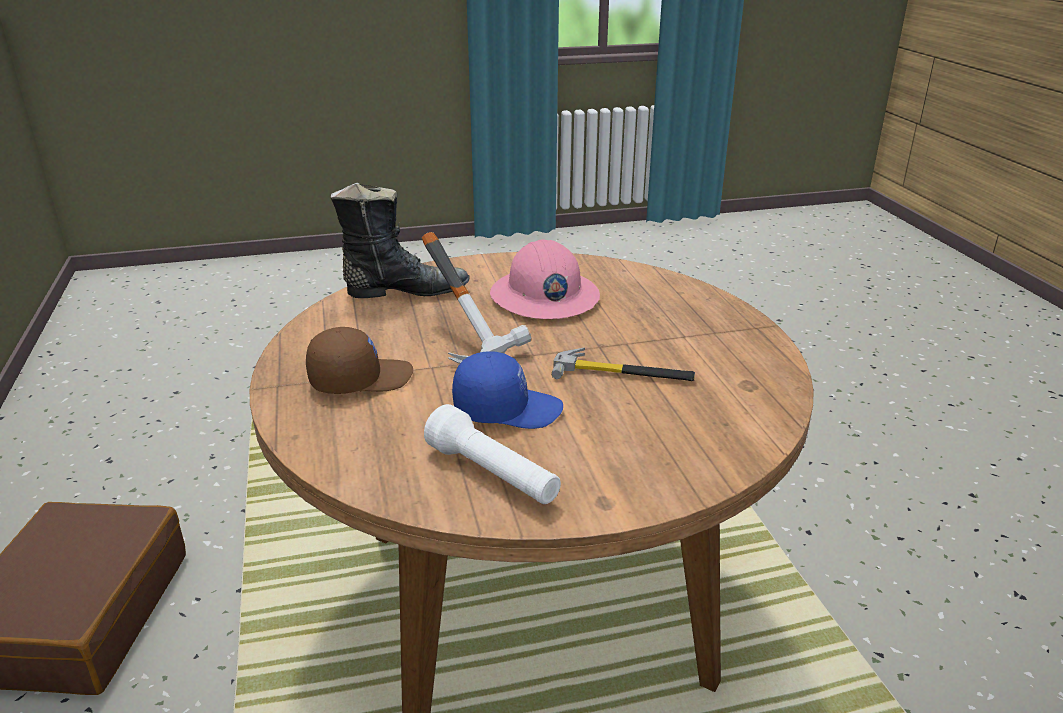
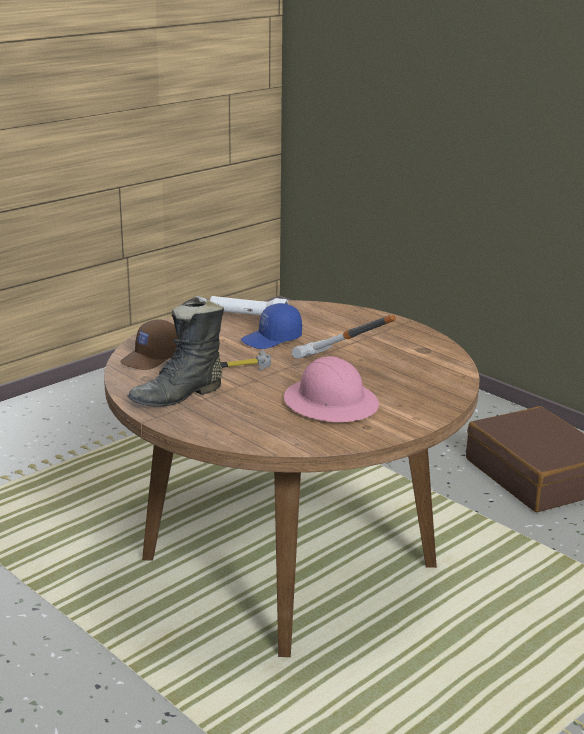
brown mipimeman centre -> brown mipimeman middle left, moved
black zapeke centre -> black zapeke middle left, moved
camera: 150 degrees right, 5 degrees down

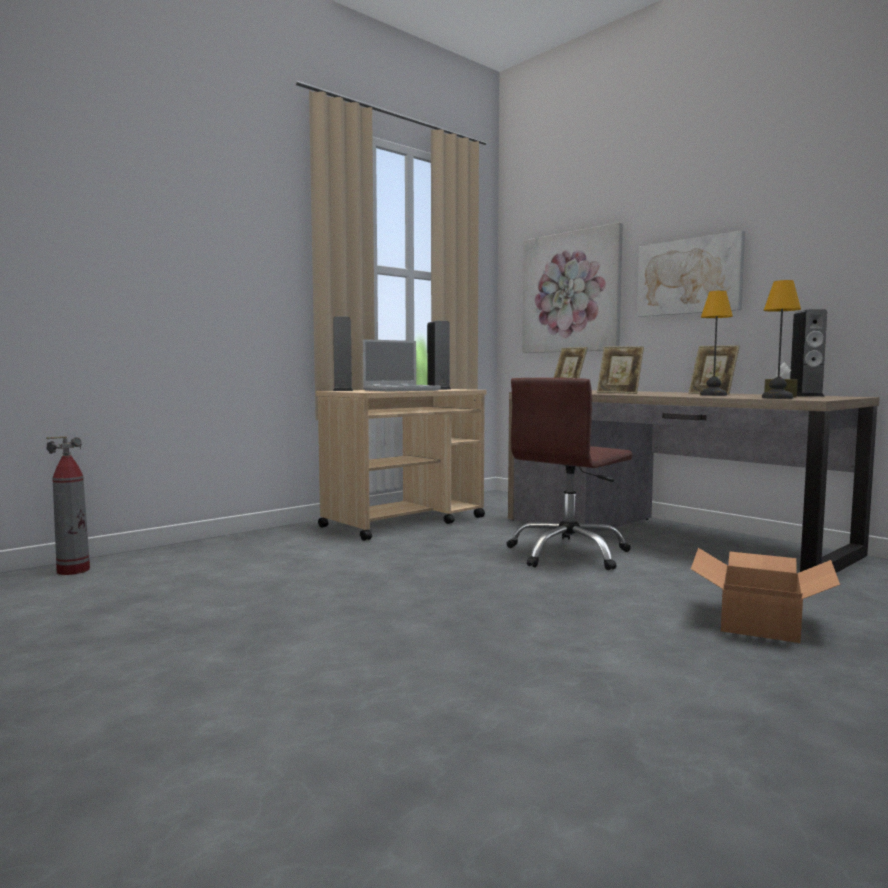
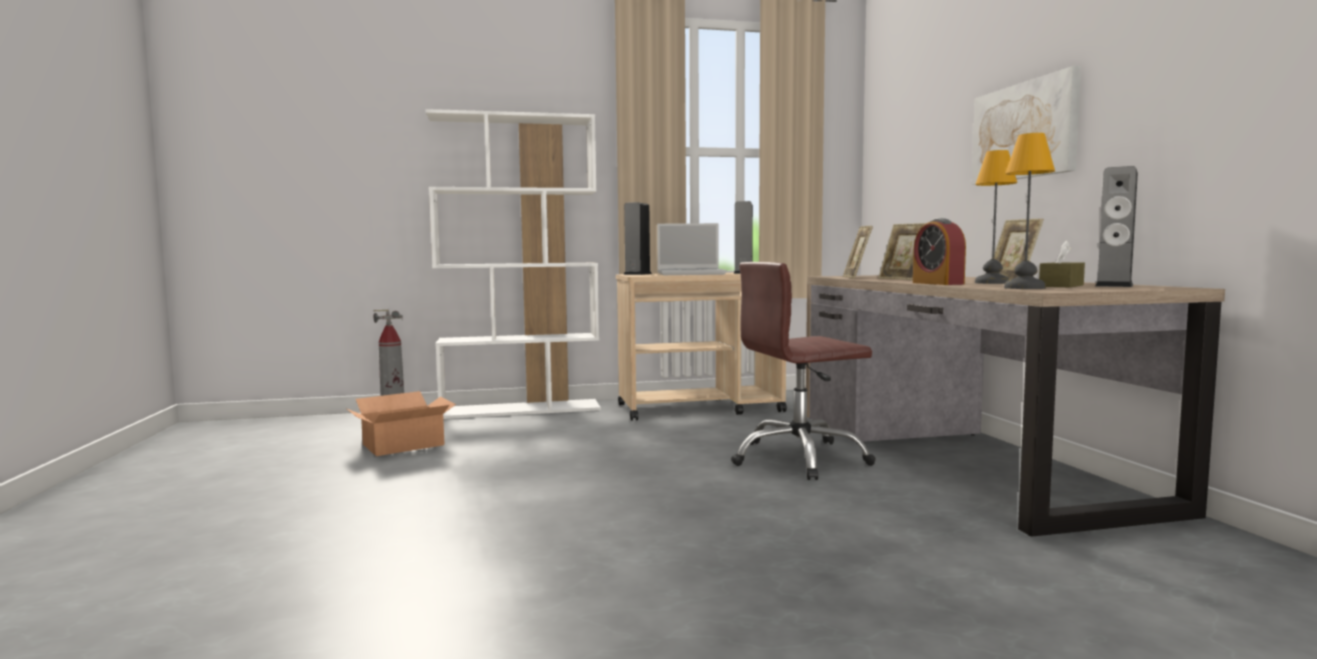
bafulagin bottom right -> bafulagin middle left, moved
none -> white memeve centre
none -> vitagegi middle right
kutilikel (1st from left) top centre -> none
camera: 30 degrees right, 0 degrees up

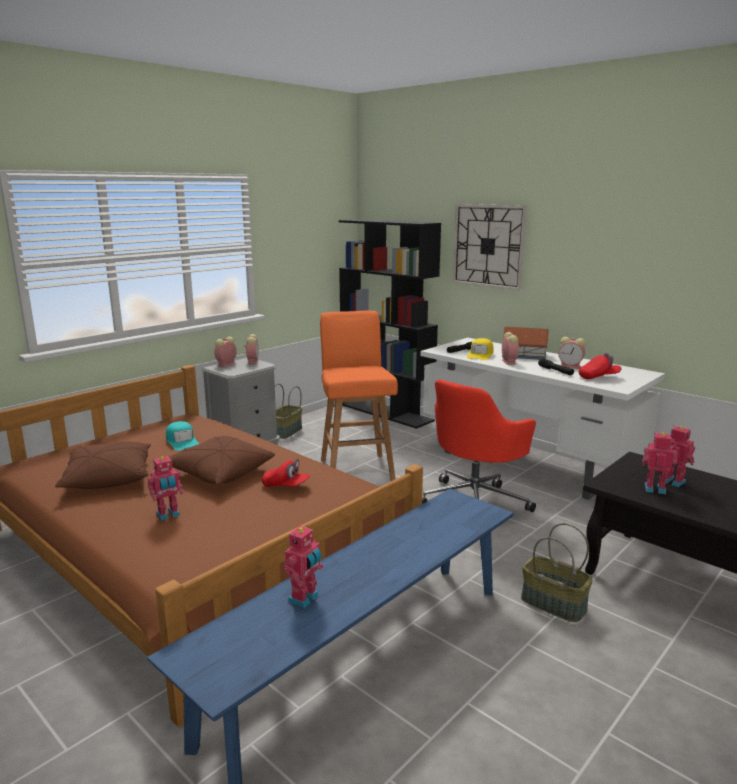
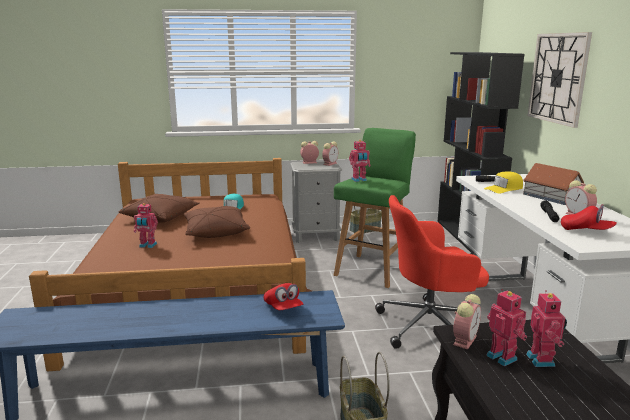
red mipimeman (1st from left) centre -> red mipimeman (1st from left) bottom centre, moved
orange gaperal centre -> green gaperal centre
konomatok (2nd from left) bottom centre -> konomatok (2nd from left) centre, moved
vitagegi (3rd from left) middle right -> vitagegi (3rd from left) bottom right, moved
camera: 40 degrees right, 0 degrees up

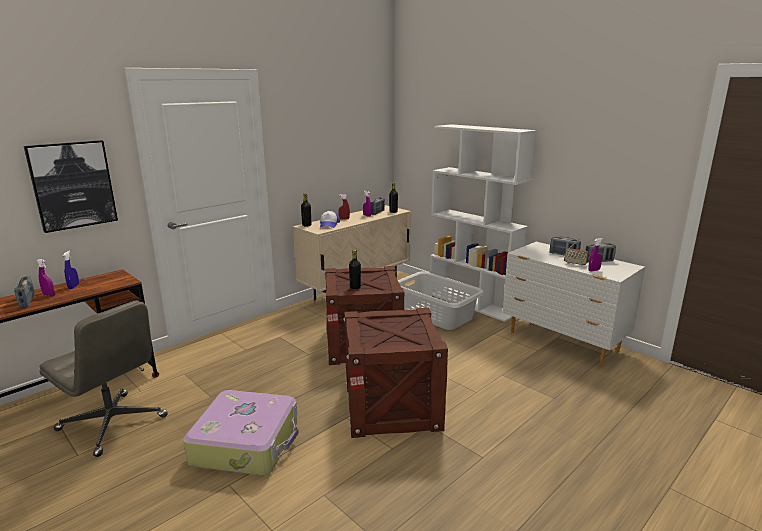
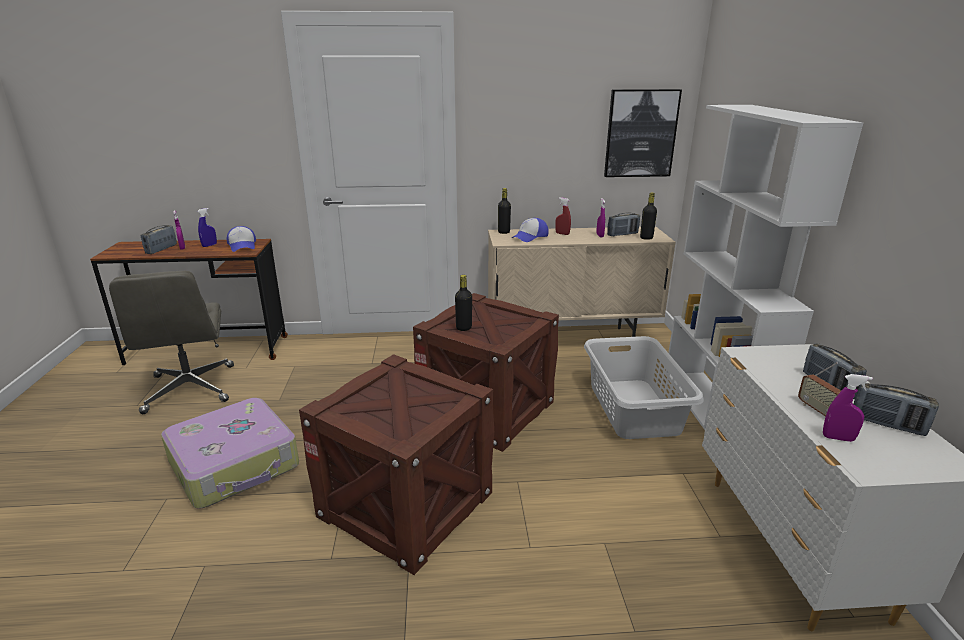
none -> mipimeman (1st from left) middle left
kutilikel middle left -> kutilikel top right, moved
camera: 40 degrees right, 5 degrees up

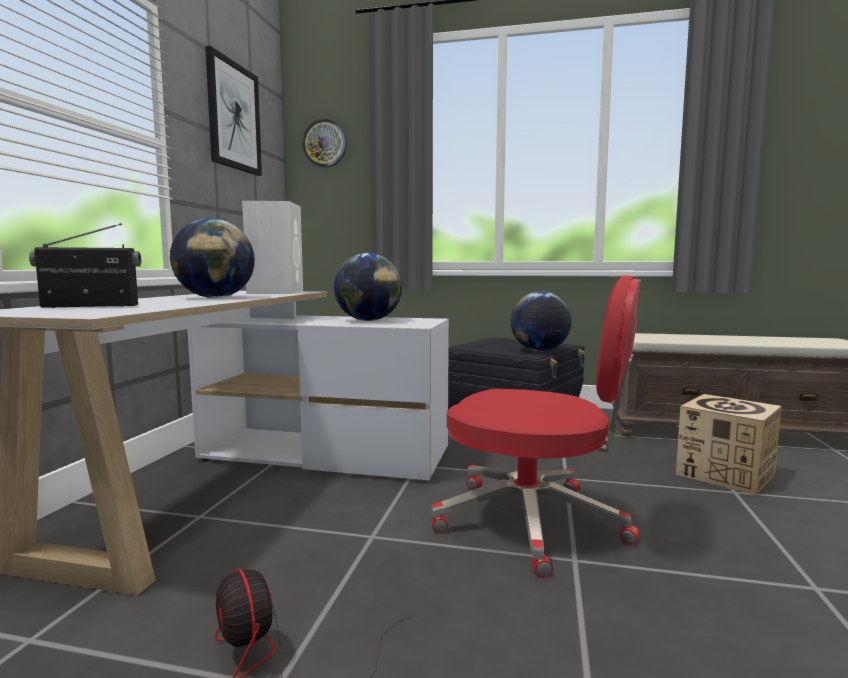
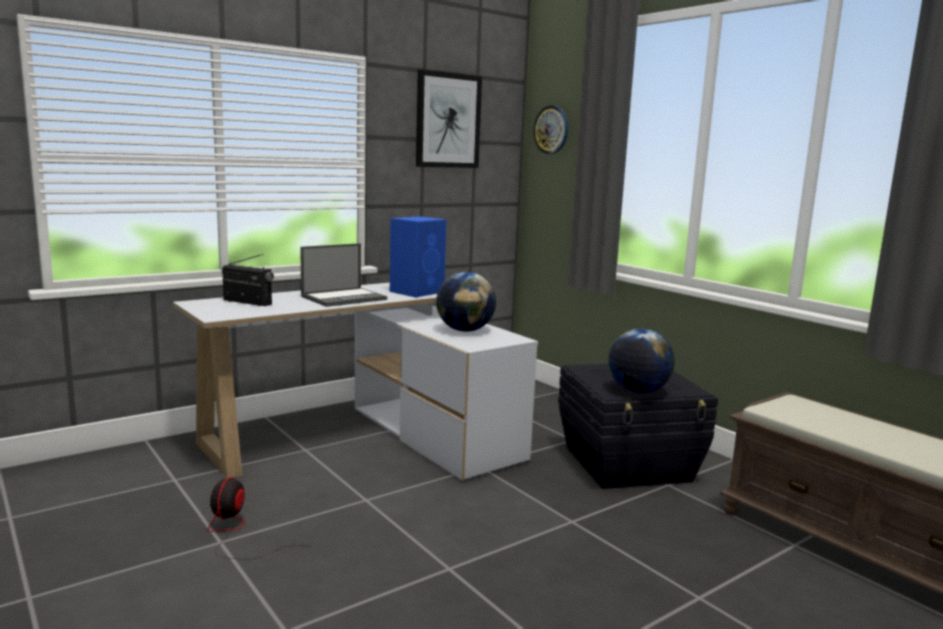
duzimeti (1st from left) middle left -> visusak centre
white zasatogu middle left -> blue zasatogu centre
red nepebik centre -> none
bafulagin middle right -> none
camera: 40 degrees right, 5 degrees up

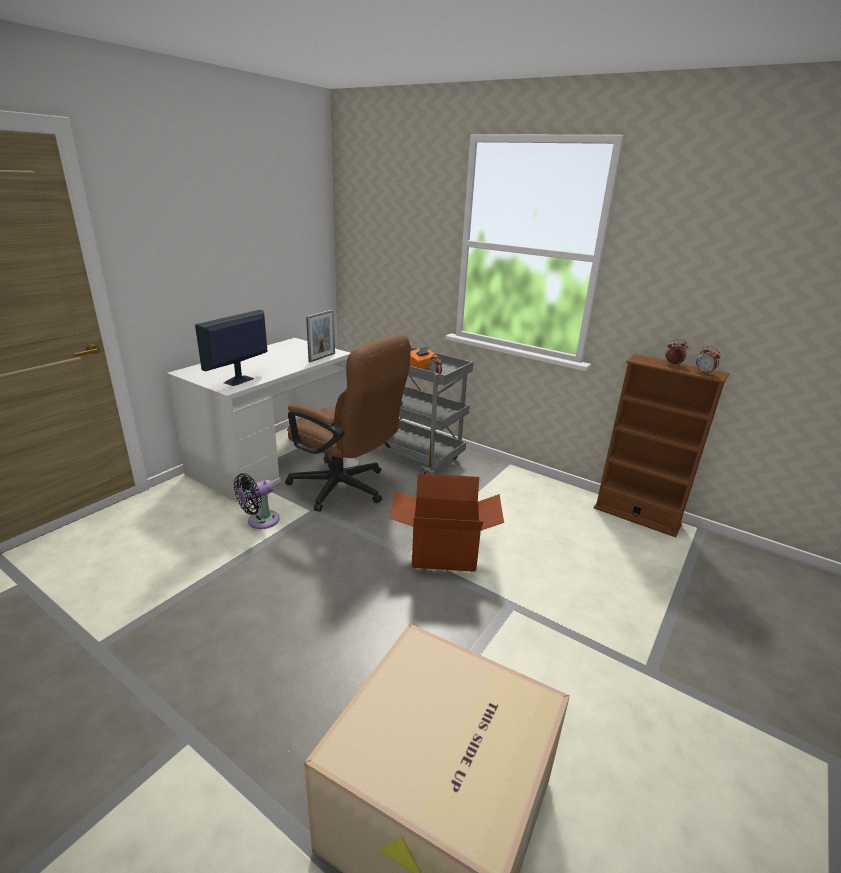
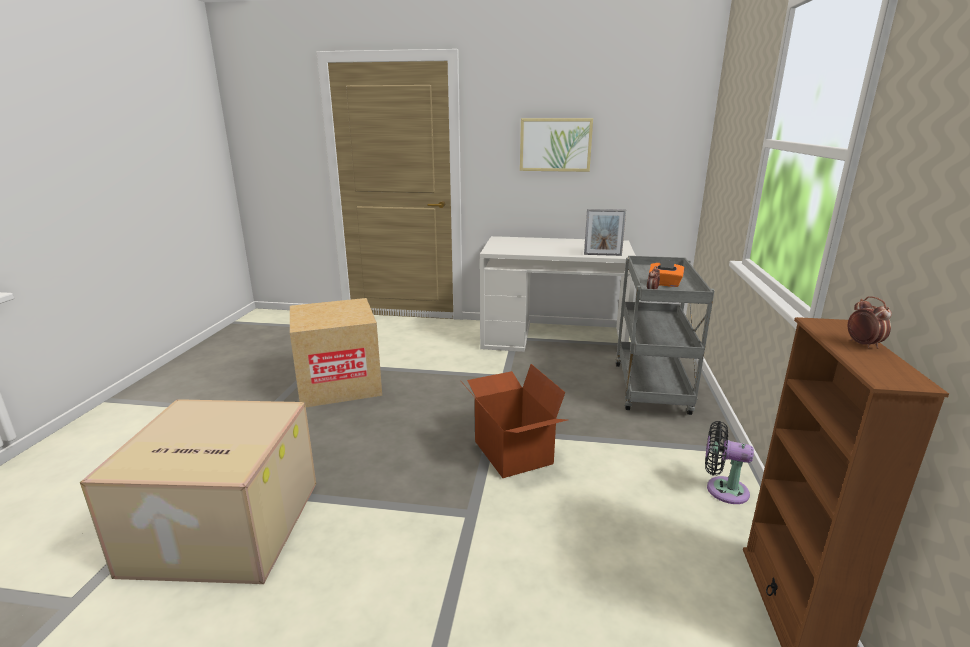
none -> bafulagin (2nd from left) centre
none -> kutilikel top centre
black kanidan middle left -> black kanidan bottom right, moved
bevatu middle left -> none
brown nepebik centre -> none
vitagegi (3rd from left) middle right -> none
camera: 65 degrees right, 5 degrees down

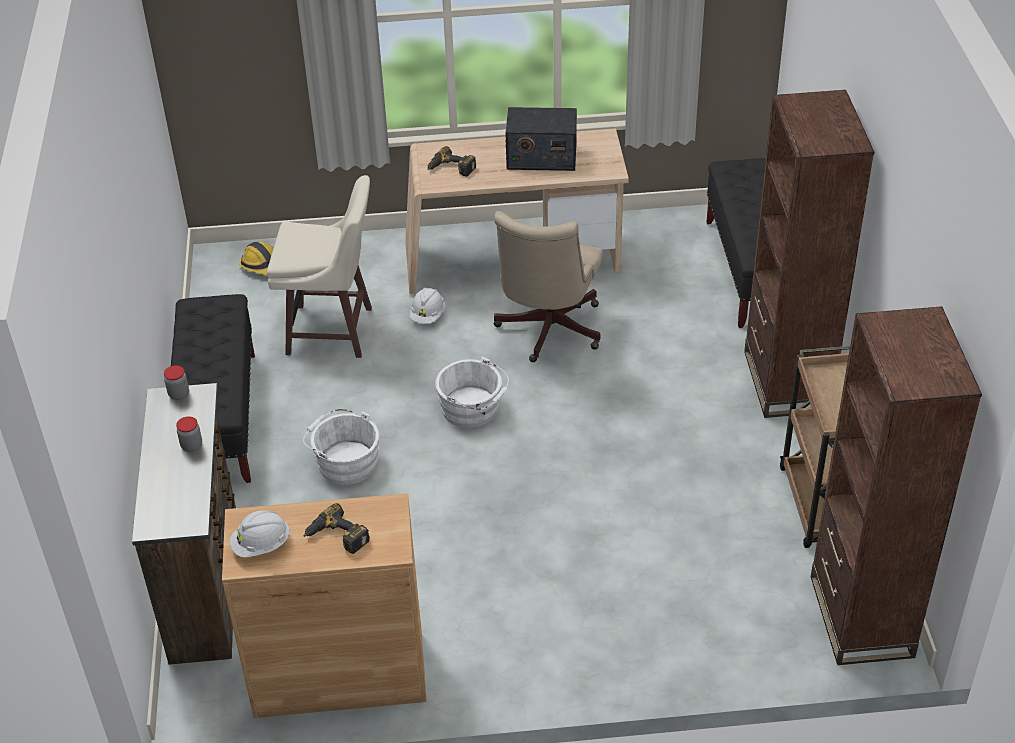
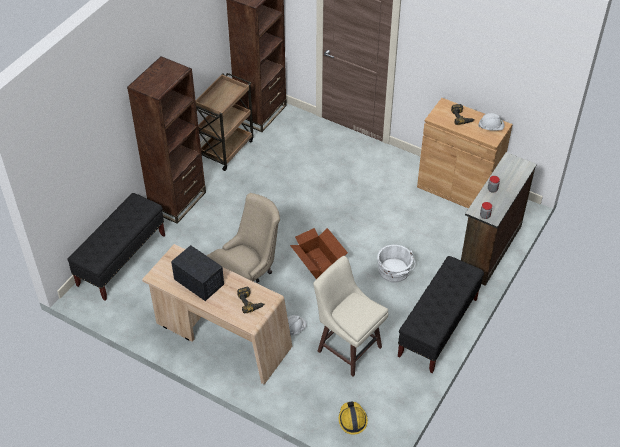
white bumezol (2nd from left) centre -> bafulagin centre
camera: 145 degrees left, 5 degrees up

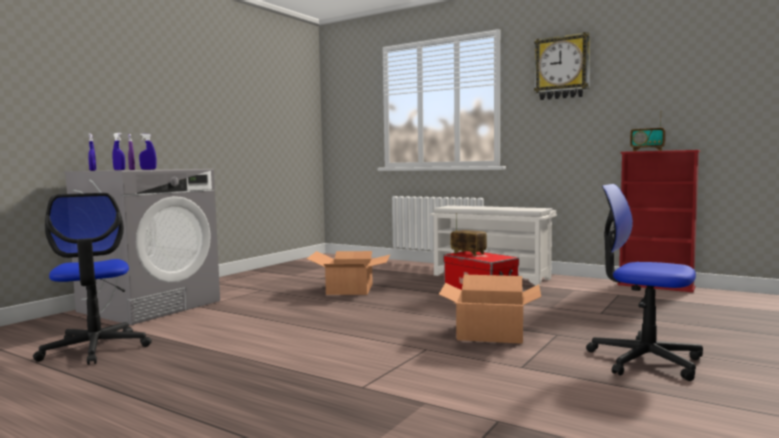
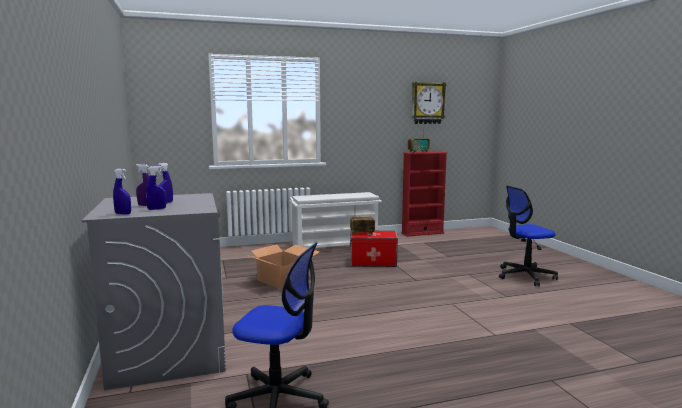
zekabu top right -> zekabu top centre, moved
bafulagin (2nd from left) bottom centre -> none
camera: 50 degrees left, 5 degrees up

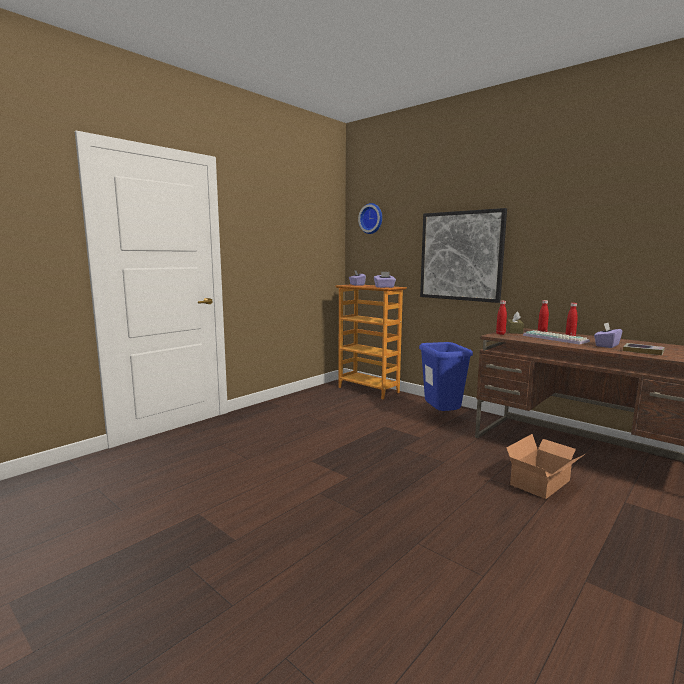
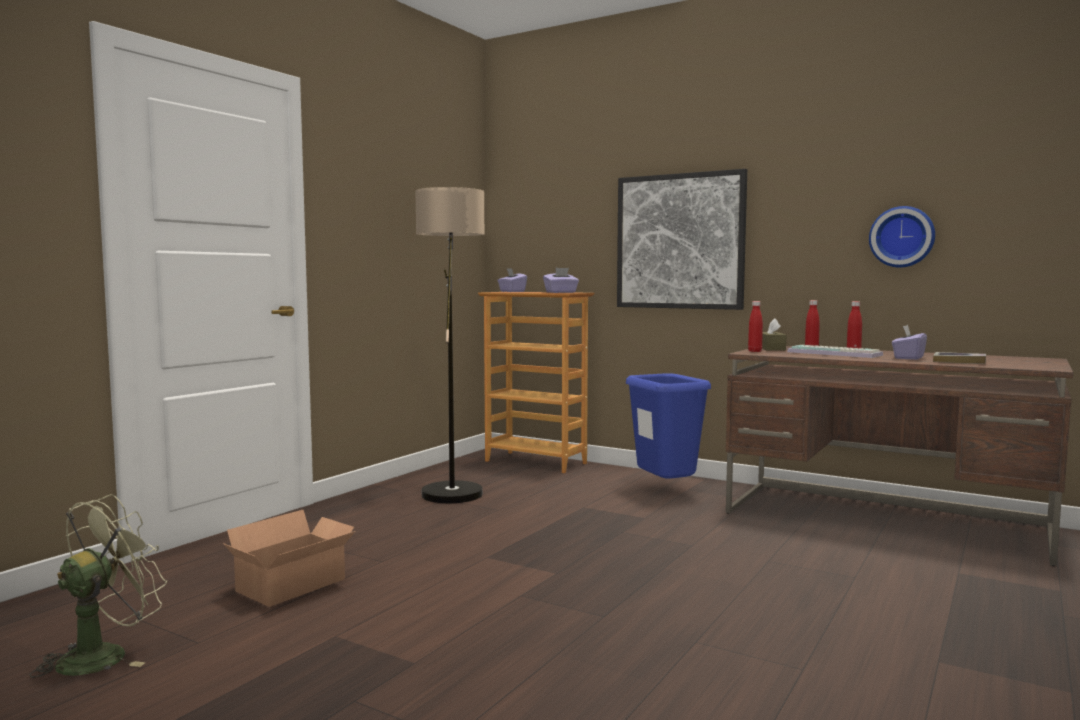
none -> green kanidan bottom left
bafulagin bottom right -> bafulagin bottom left, moved
none -> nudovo centre
zekabu top centre -> zekabu top right, moved
camera: 10 degrees left, 5 degrees down

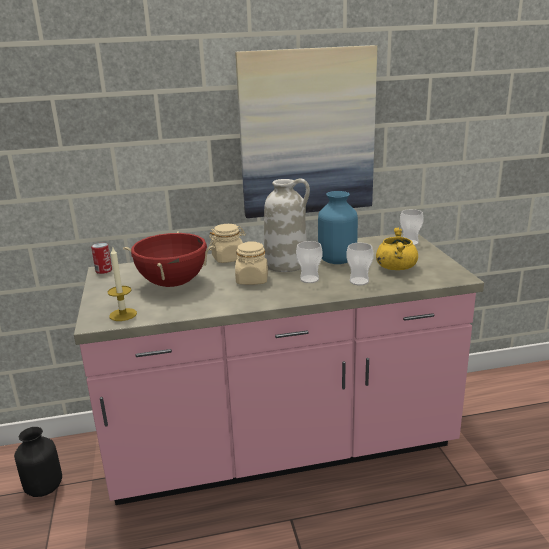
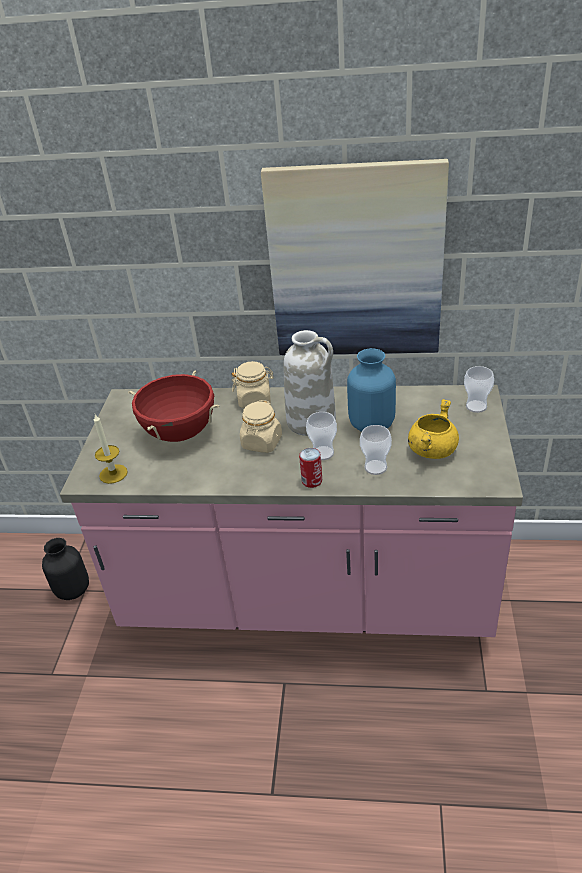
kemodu middle left -> kemodu centre, moved
camera: 20 degrees right, 15 degrees up

